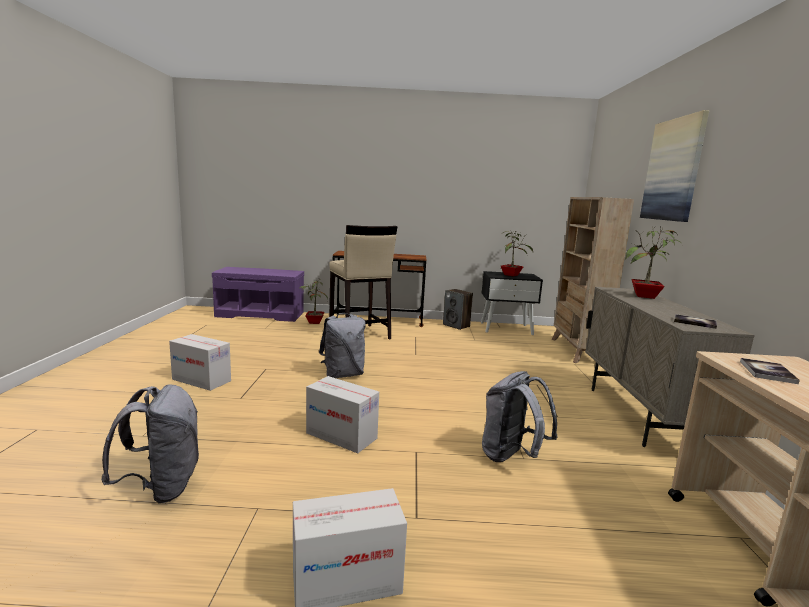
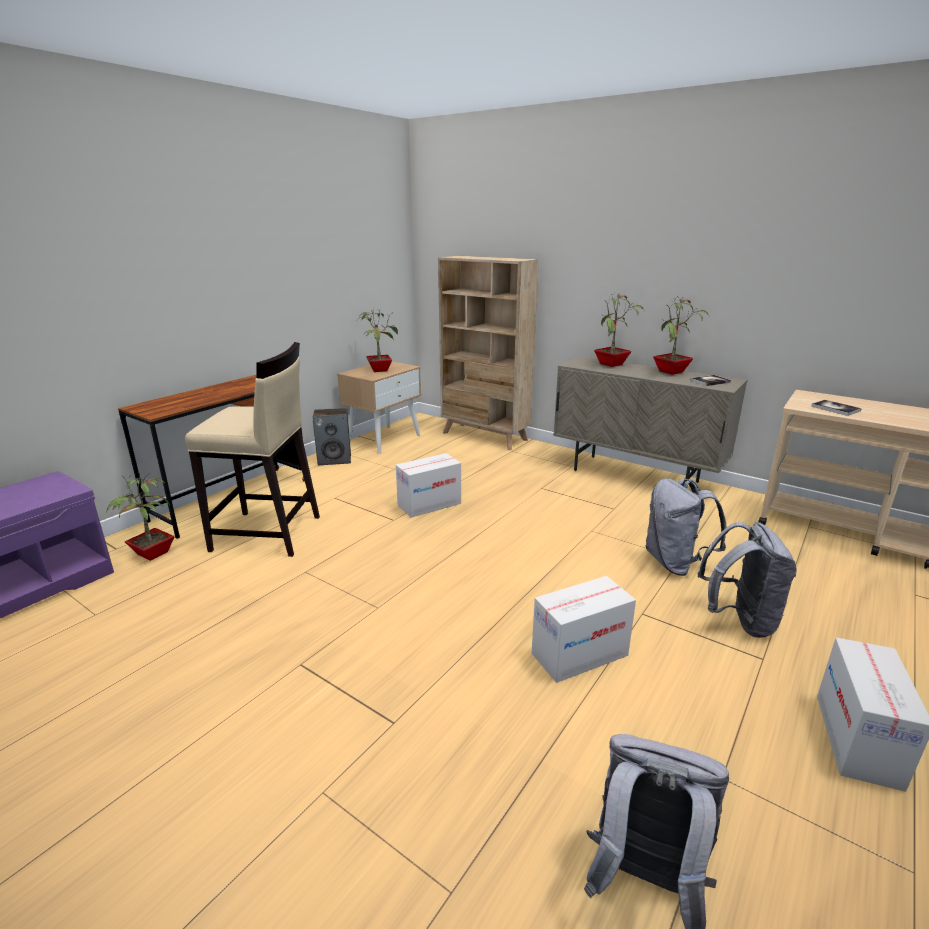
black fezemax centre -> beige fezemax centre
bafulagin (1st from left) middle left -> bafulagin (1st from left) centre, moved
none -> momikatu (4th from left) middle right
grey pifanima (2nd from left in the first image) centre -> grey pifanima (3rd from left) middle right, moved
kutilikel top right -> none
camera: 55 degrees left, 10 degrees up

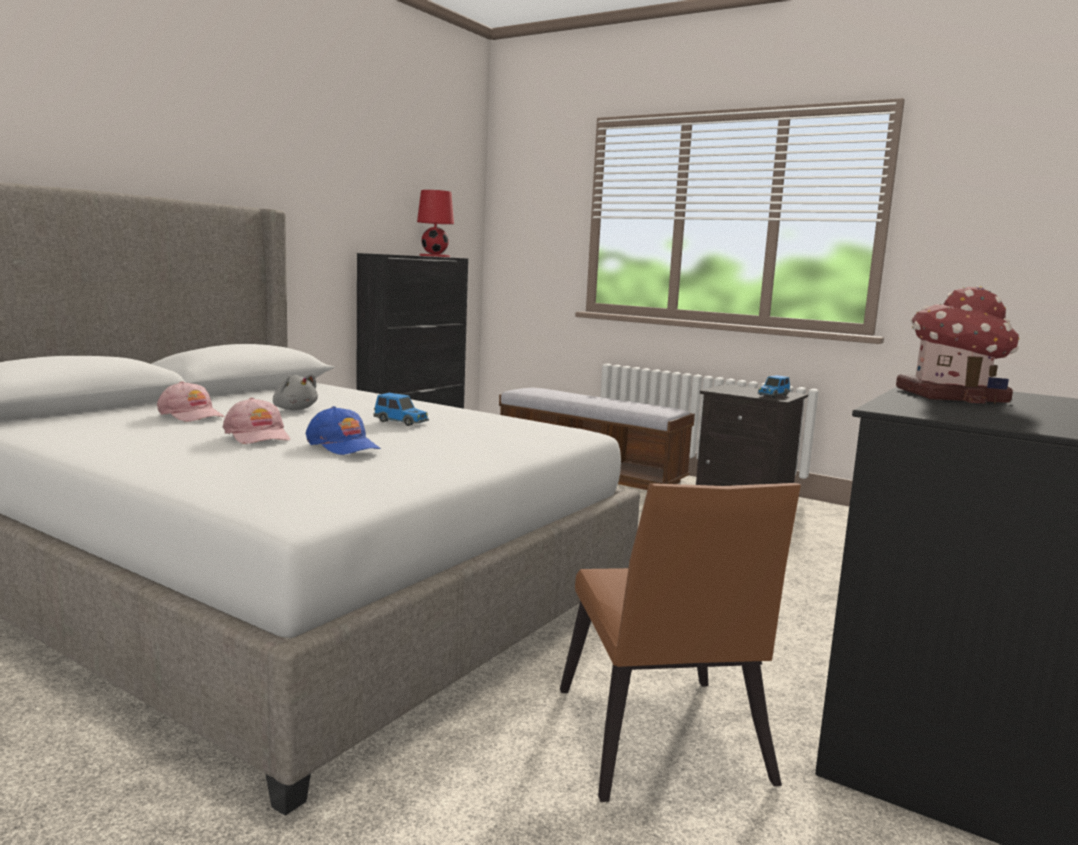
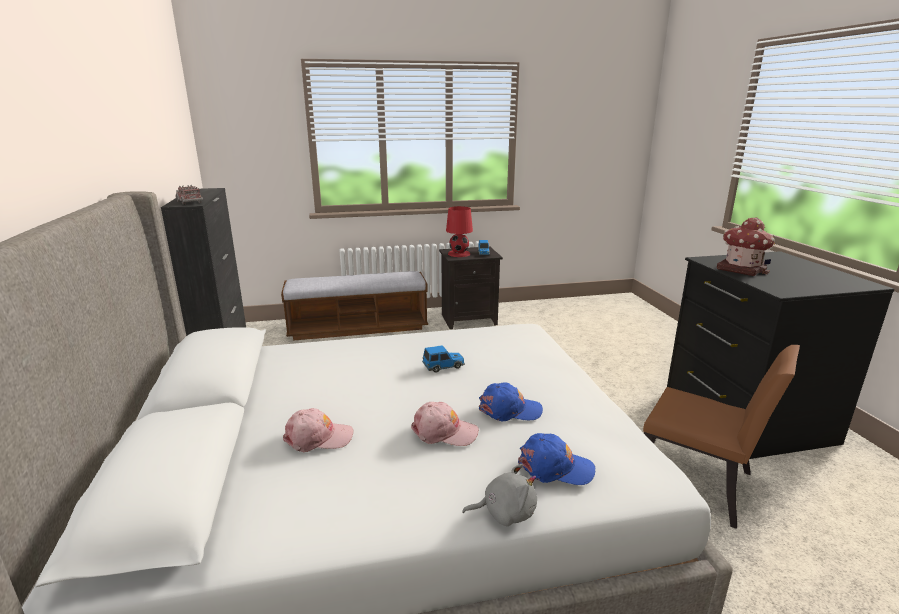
none -> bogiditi top left
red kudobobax top centre -> red kudobobax centre, moved
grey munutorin middle left -> grey munutorin bottom centre, moved
none -> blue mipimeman (2nd from left) bottom centre
camera: 45 degrees left, 10 degrees up

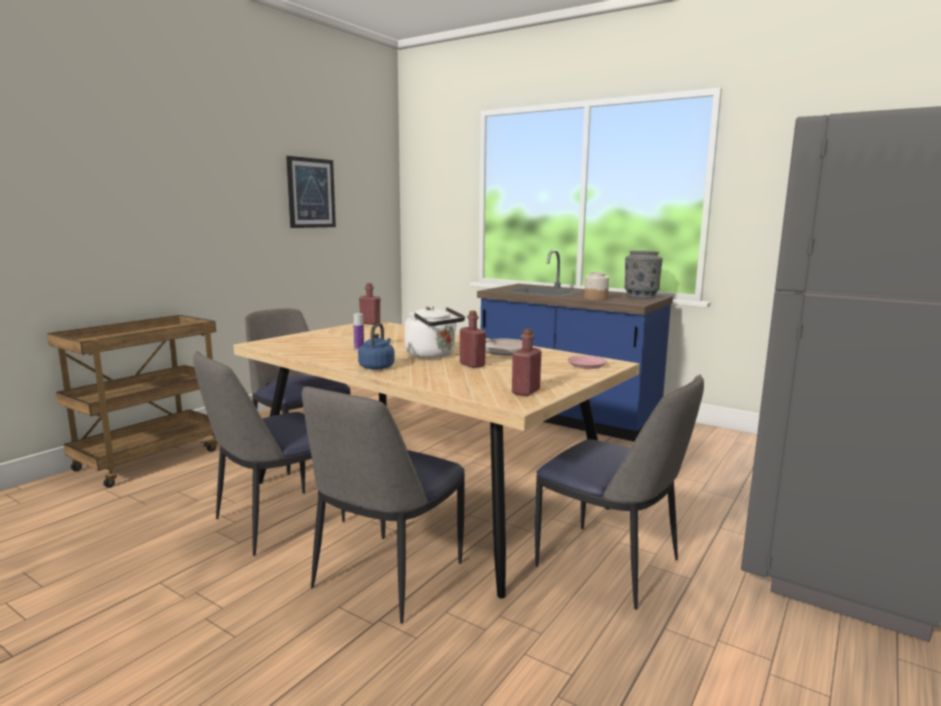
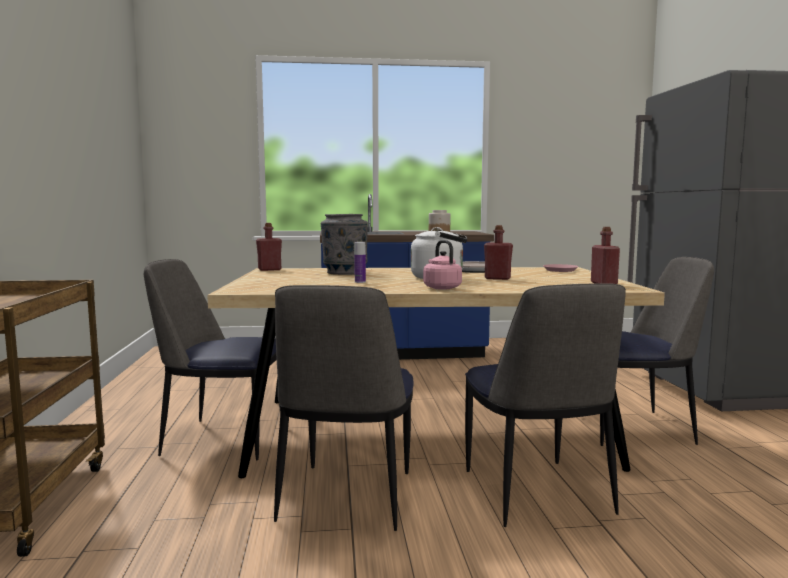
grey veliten middle right -> grey veliten centre, moved
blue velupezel centre -> pink velupezel centre
kutilikel top left -> none
camera: 40 degrees left, 5 degrees down

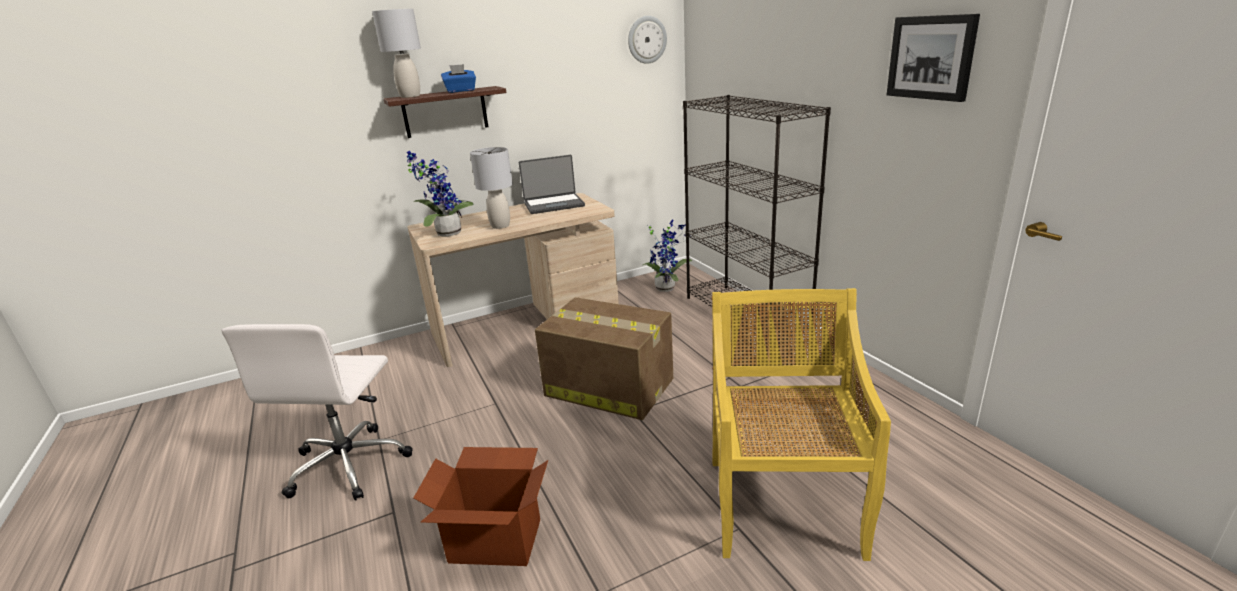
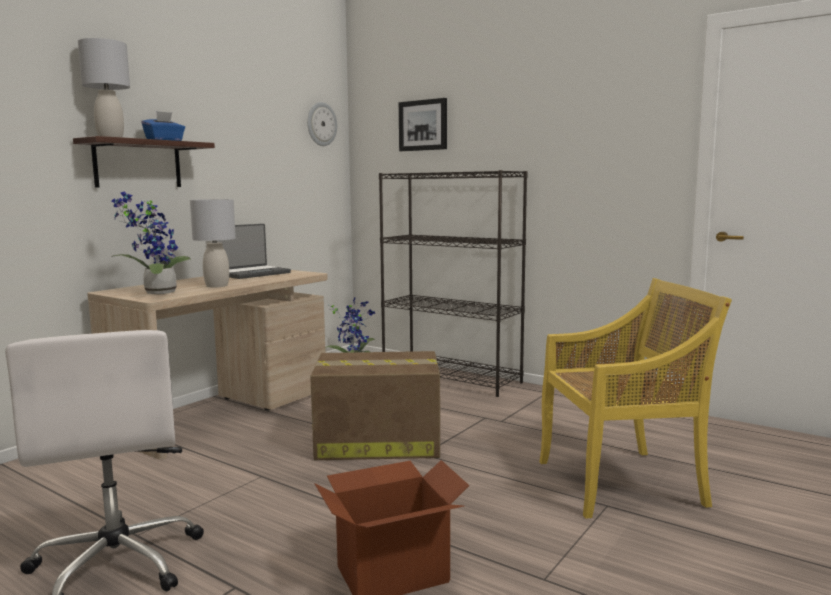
kutilikel top right -> kutilikel top centre, moved
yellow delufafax bottom centre -> yellow delufafax bottom right, 105 degrees clockwise
camera: 30 degrees left, 15 degrees down

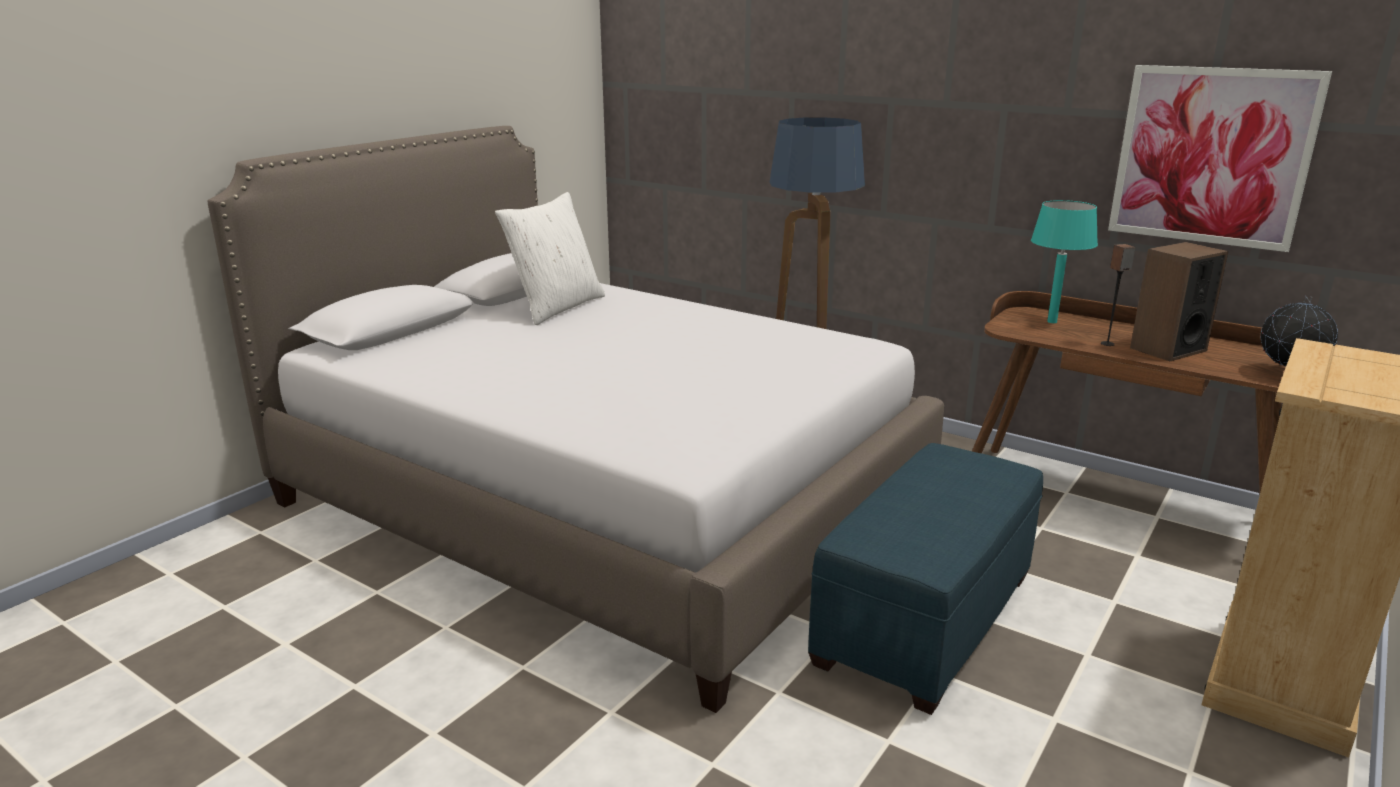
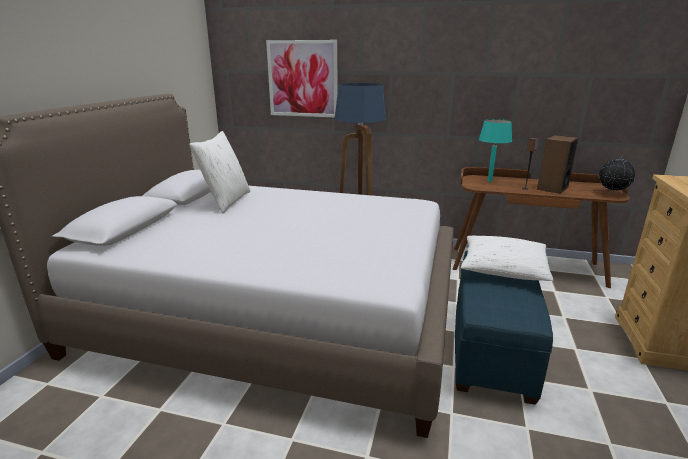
kutilikel top right -> kutilikel top centre, moved
none -> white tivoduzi (2nd from left) middle right
camera: 20 degrees left, 0 degrees up

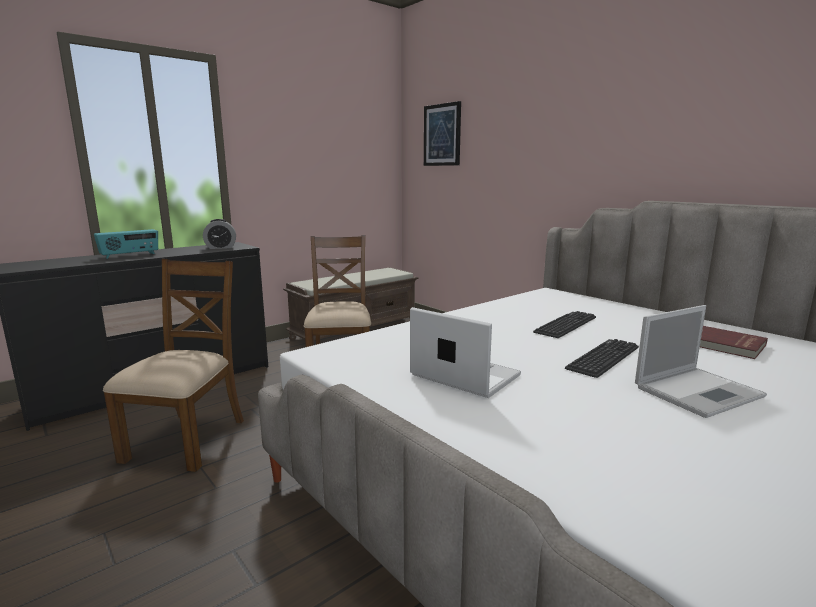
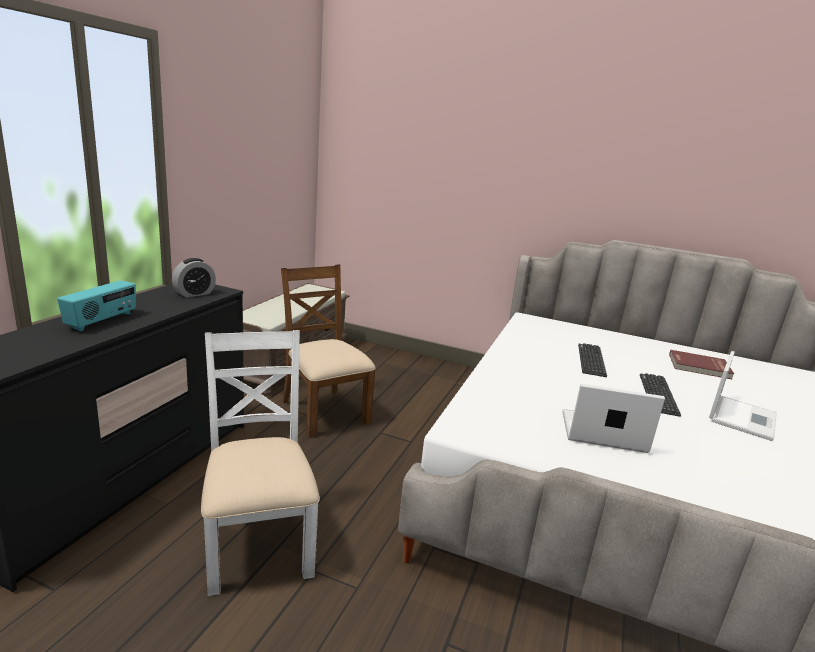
brown delufafax (1st from left) middle left -> white delufafax bottom left
kutilikel top centre -> none
camera: 30 degrees left, 5 degrees up

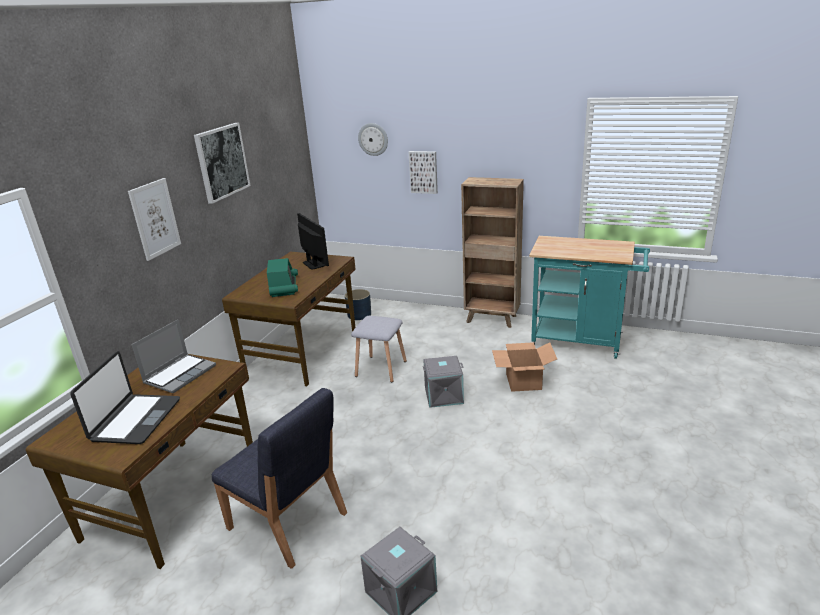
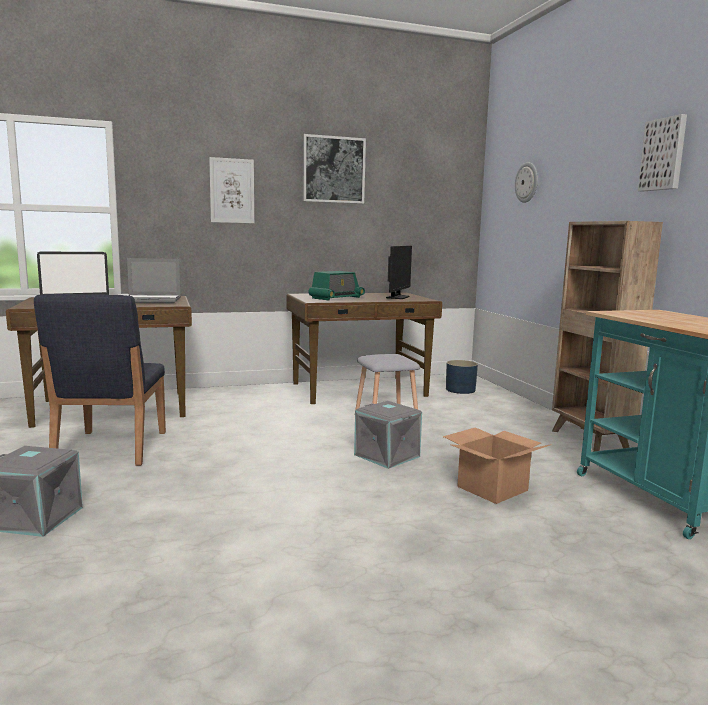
kutilikel (3rd from left) top centre -> kutilikel (3rd from left) top right, moved
camera: 50 degrees right, 15 degrees down

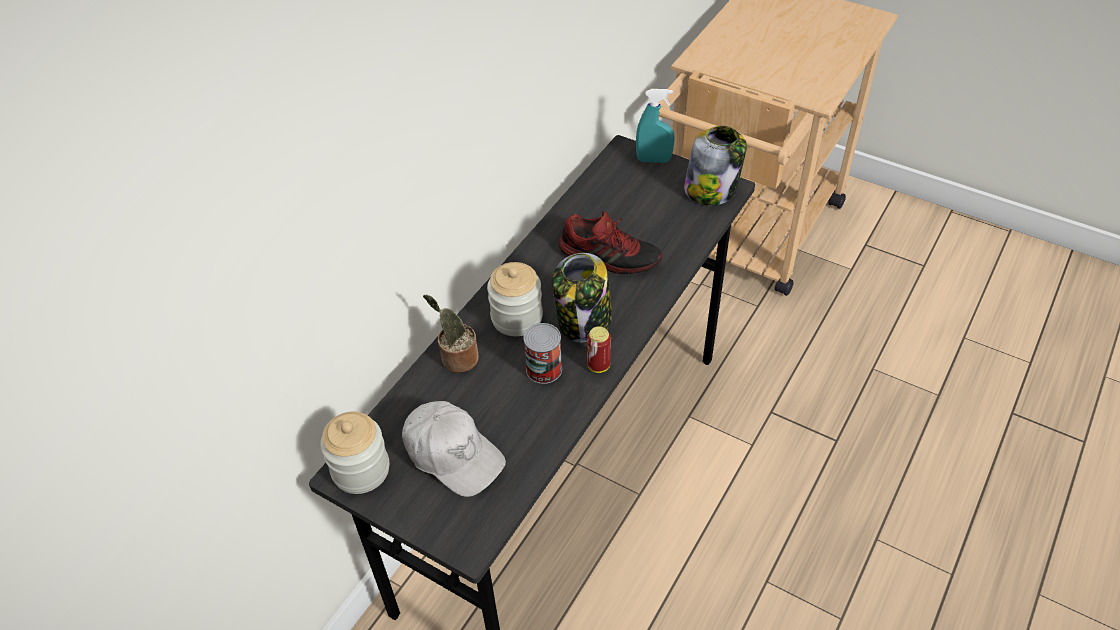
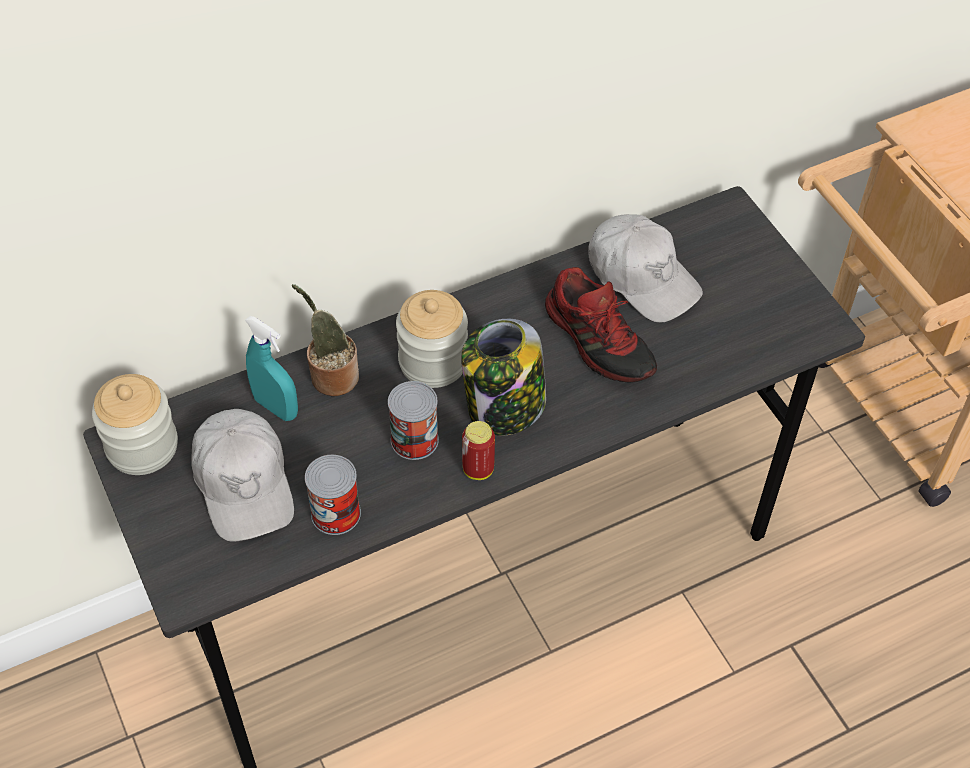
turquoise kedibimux top centre -> turquoise kedibimux middle left, moved
none -> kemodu (1st from left) centre
none -> white mipimeman (2nd from left) centre
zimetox (4th from left) top centre -> none
camera: 30 degrees right, 5 degrees up

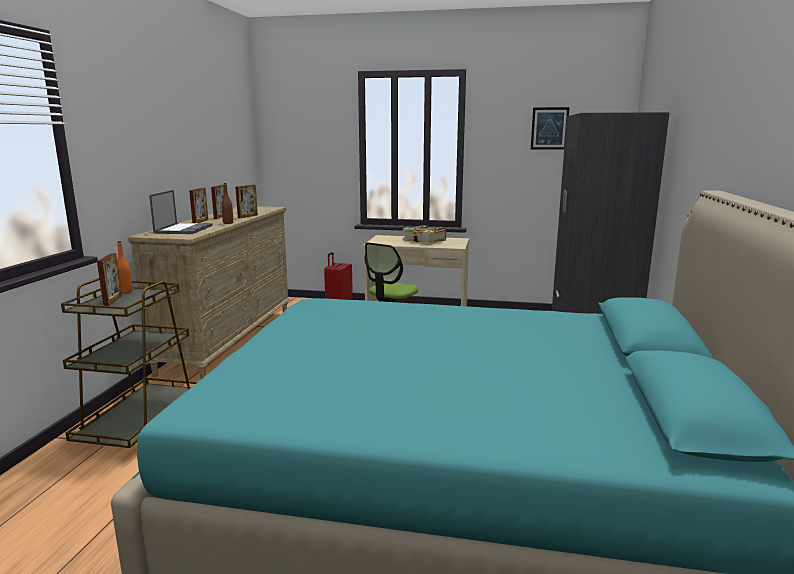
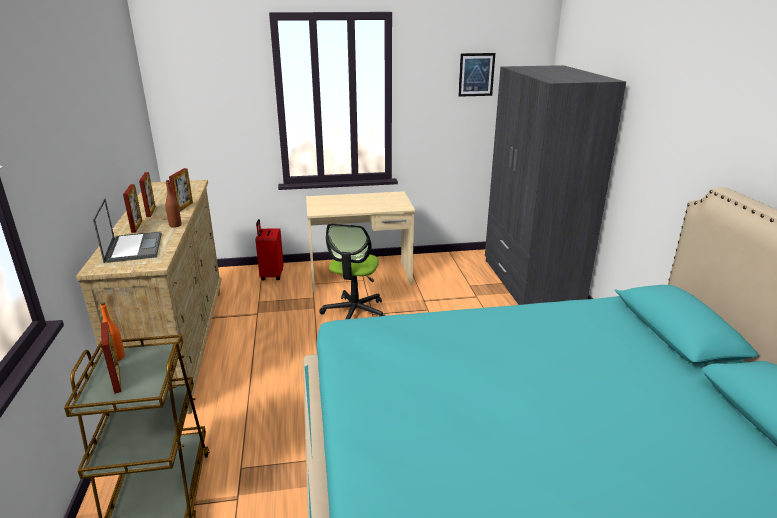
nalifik centre -> none
camera: 20 degrees left, 10 degrees up

